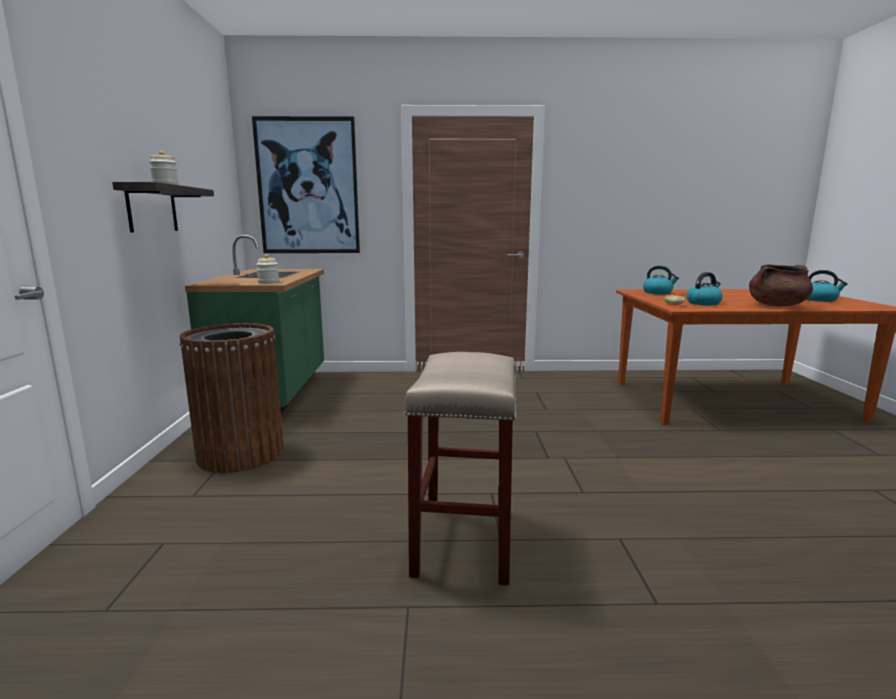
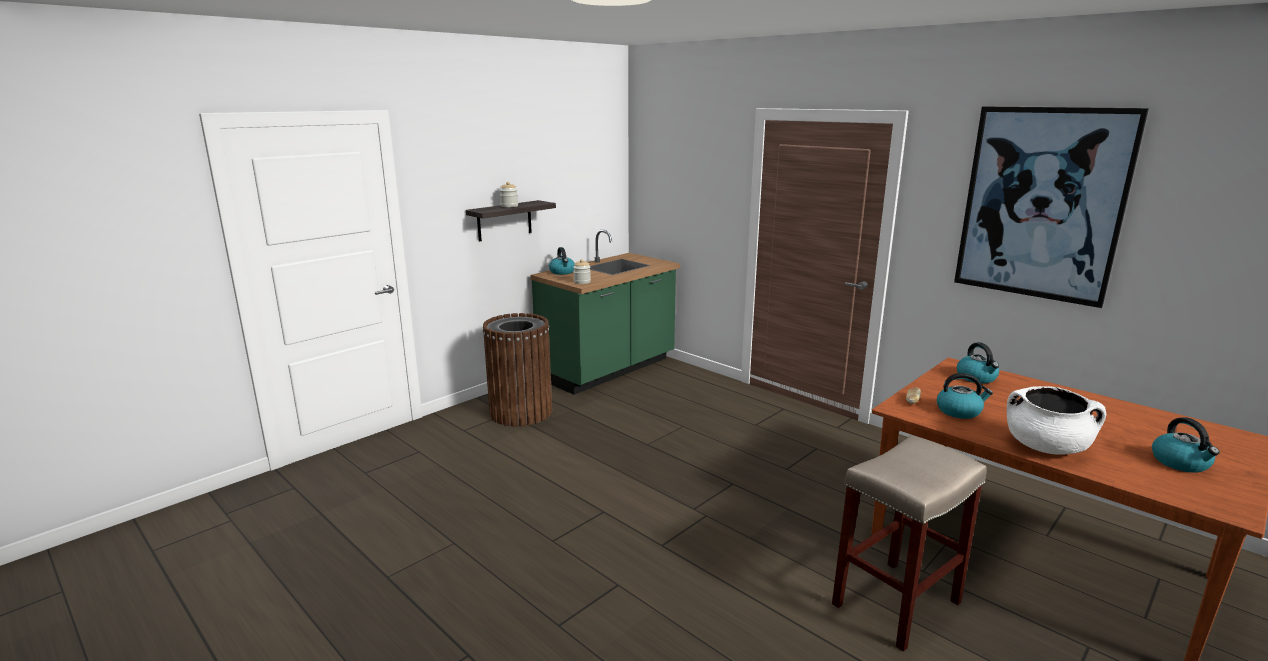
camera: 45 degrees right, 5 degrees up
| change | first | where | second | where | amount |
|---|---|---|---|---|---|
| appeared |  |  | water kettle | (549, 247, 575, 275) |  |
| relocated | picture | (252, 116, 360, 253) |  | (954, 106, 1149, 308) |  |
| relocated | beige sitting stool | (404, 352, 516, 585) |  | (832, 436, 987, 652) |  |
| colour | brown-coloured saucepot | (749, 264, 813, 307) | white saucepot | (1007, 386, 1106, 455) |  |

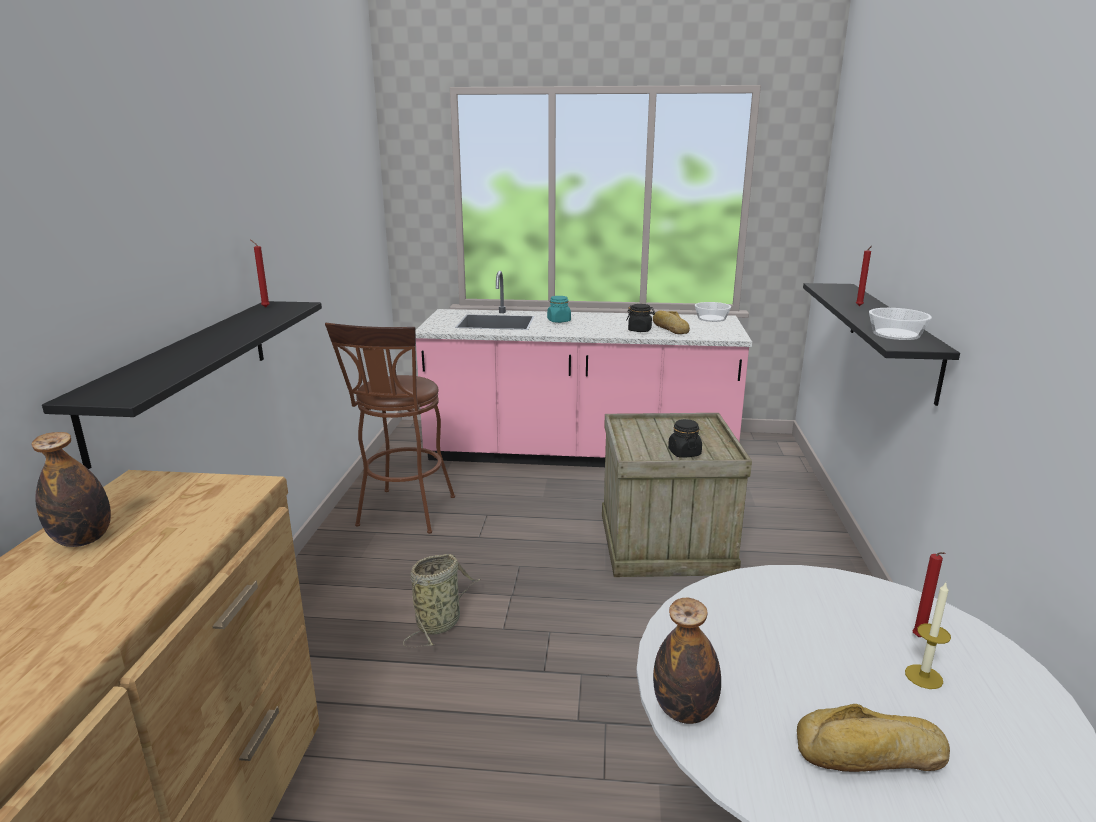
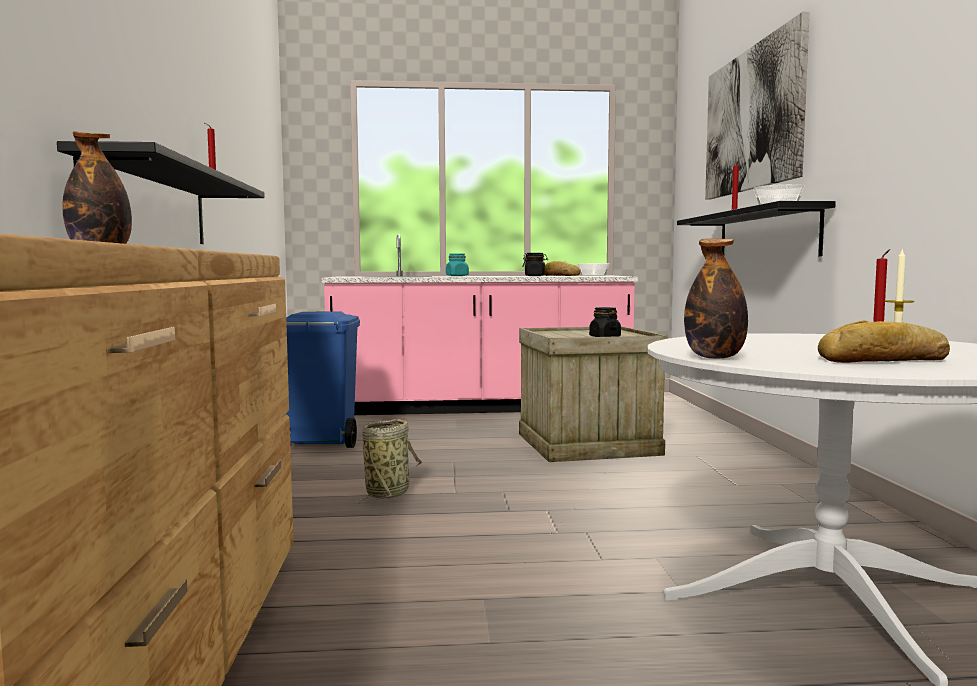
camera: 10 degrees left, 15 degrees down
| change | first | where | second | where | amount |
|---|---|---|---|---|---|
| appeared |  |  | picture | (705, 12, 809, 200) |  |
| exchanged | brown-coloured sitting stool | (325, 323, 455, 534) | bluish trash can | (285, 312, 360, 448) |  |

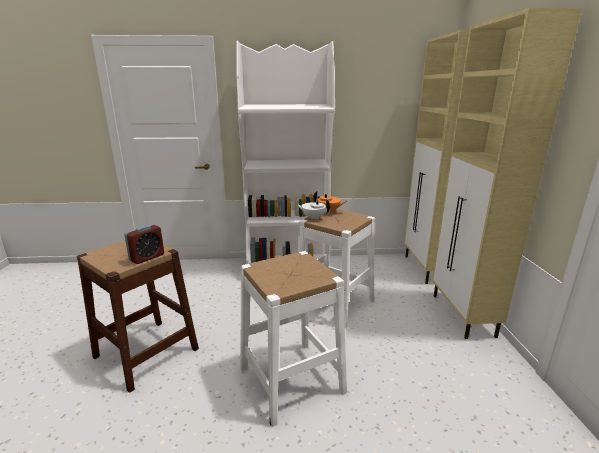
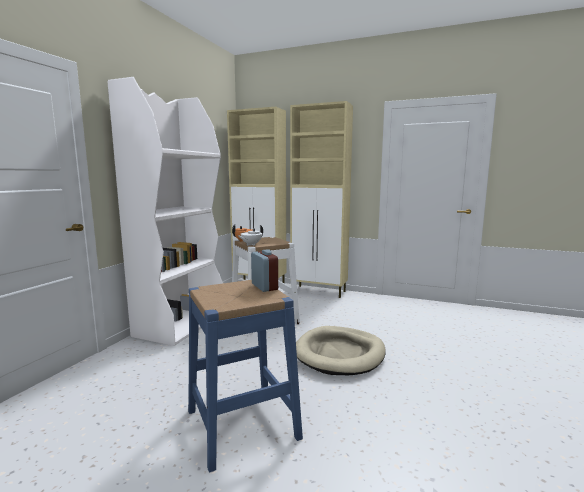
camera: 65 degrees left, 10 degrees down
| change | first | where | second | where | amount |
|---|---|---|---|---|---|
| exchanged | white sitting stool | (240, 251, 347, 427) | beige dog bed | (296, 326, 385, 375) |  |
| colour | brown-coloured sitting stool | (77, 240, 199, 393) | bluish sitting stool | (188, 280, 303, 472) |  |

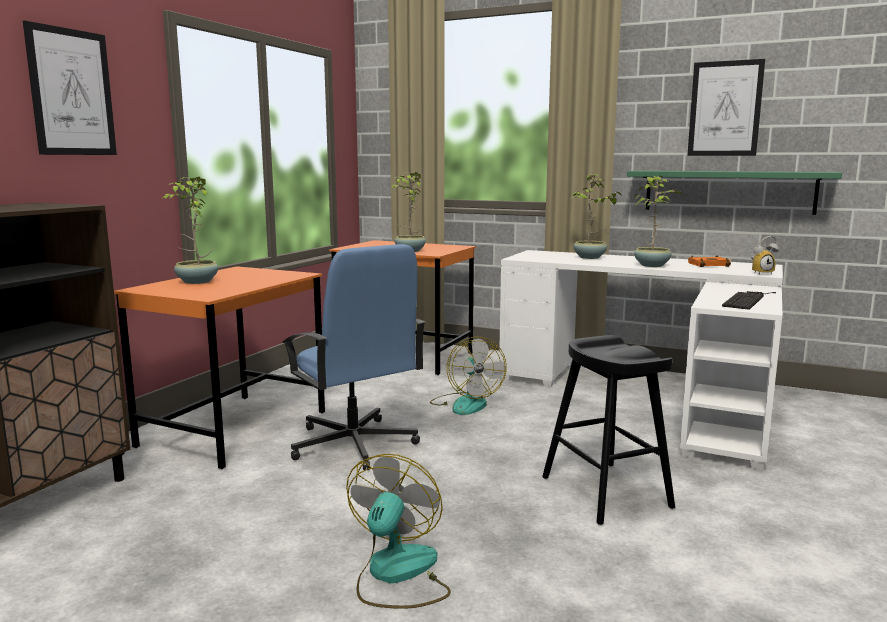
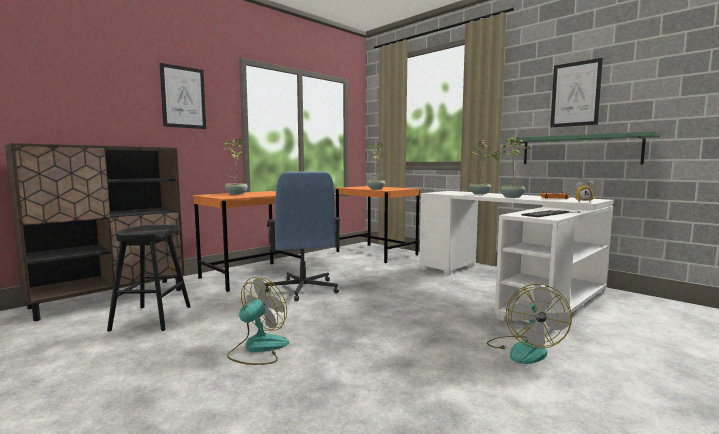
camera: 20 degrees right, 5 degrees down
| change | first | where | second | where | amount |
|---|---|---|---|---|---|
| relocated | electric fan | (430, 337, 506, 415) |  | (487, 284, 572, 364) |  |
| relocated | blackish sitting stool | (542, 335, 675, 525) |  | (107, 225, 191, 332) |  |

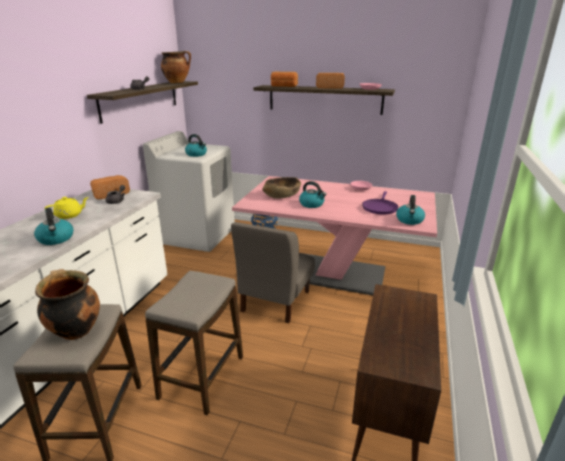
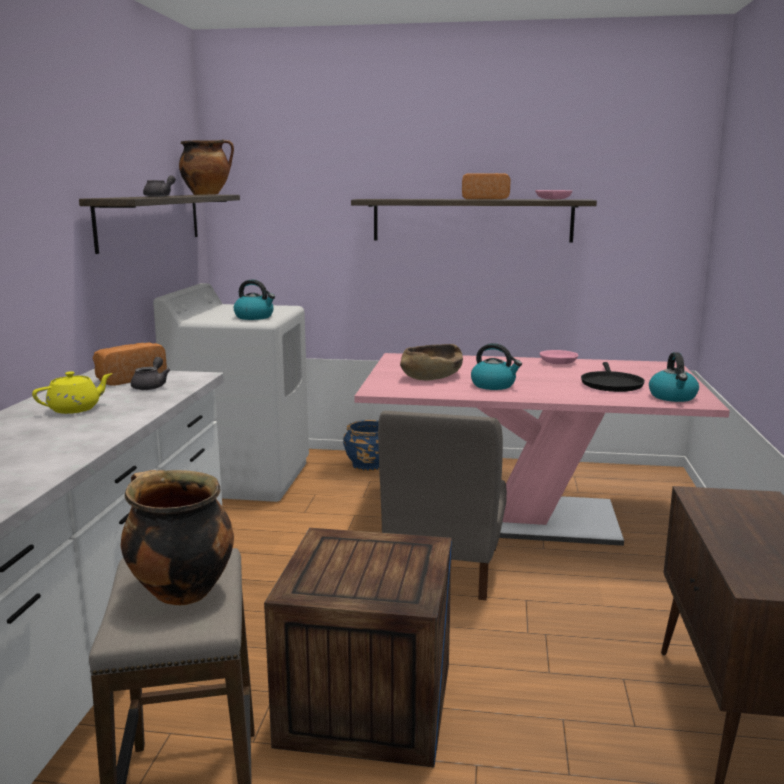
camera: 10 degrees left, 10 degrees down
| change | first | where | second | where | amount |
|---|---|---|---|---|---|
| missing | water kettle | (34, 208, 73, 245) |  |  |  |
| missing | bakery bread | (271, 72, 298, 87) |  |  |  |
| exchanged | sitting stool | (145, 271, 243, 415) | packing crate | (264, 528, 452, 767) |  |
| colour | purple skillet | (362, 191, 398, 215) | blackish skillet | (581, 362, 645, 392) |  |

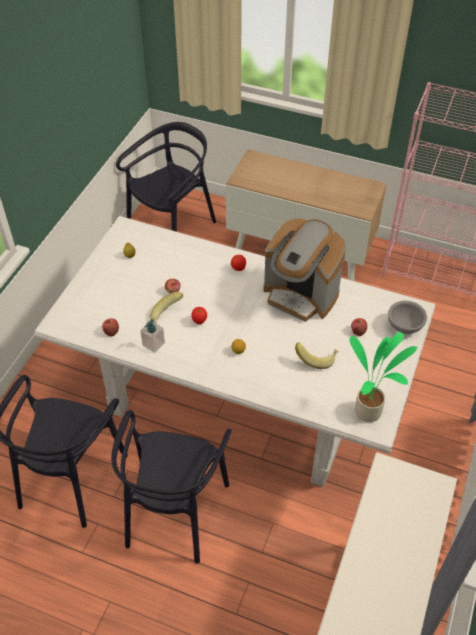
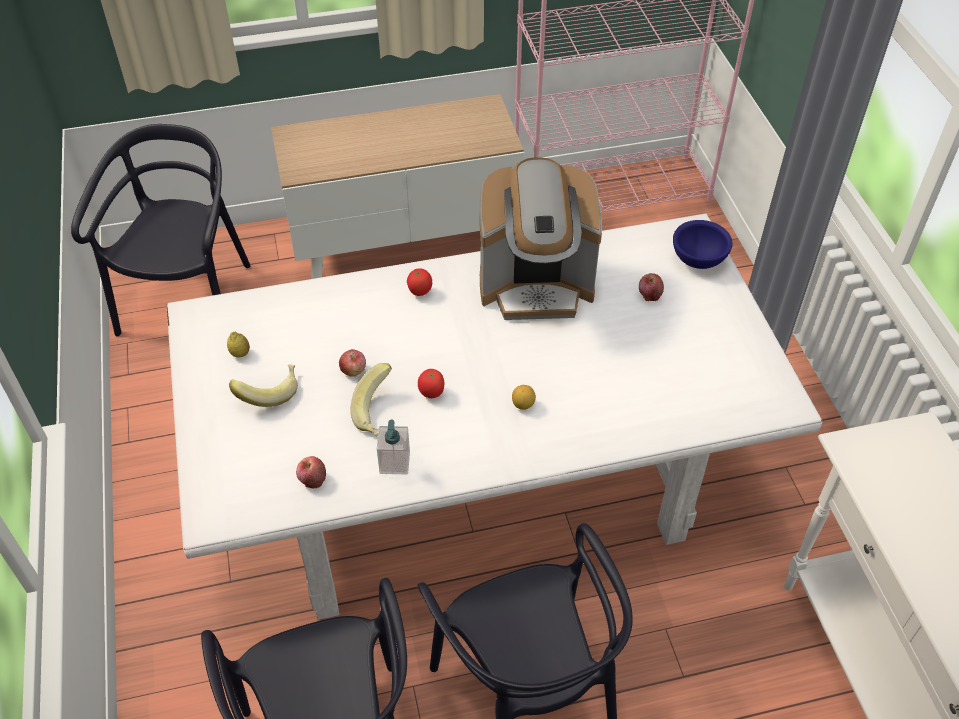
camera: 35 degrees left, 0 degrees up
| change | first | where | second | where | amount |
|---|---|---|---|---|---|
| missing | potted plant | (350, 332, 417, 422) |  |  |  |
| relocated | whole banana | (295, 342, 339, 369) |  | (229, 364, 298, 407) |  |
| colour | greyish serving bowl | (388, 301, 427, 334) | bluish serving bowl | (673, 220, 733, 269) |  |

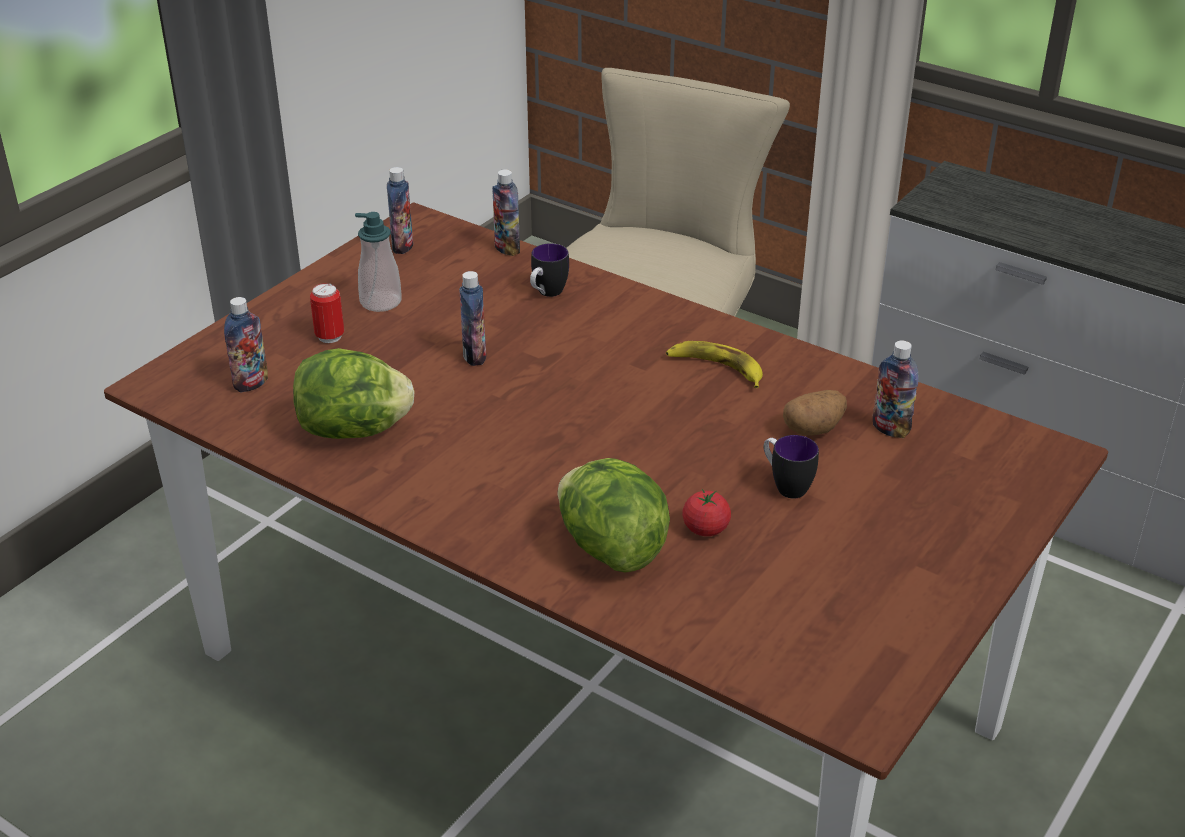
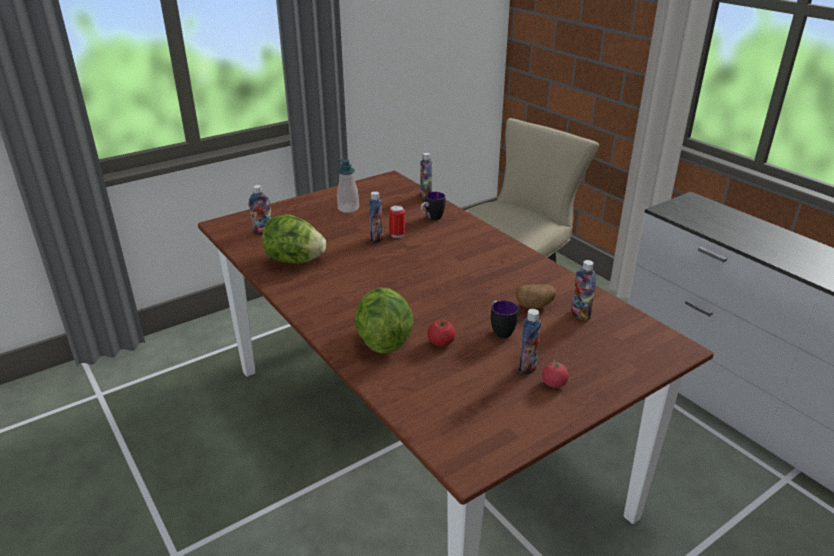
camera: 20 degrees right, 5 degrees down
| change | first | where | second | where | amount |
|---|---|---|---|---|---|
| missing | whole banana | (666, 341, 763, 388) |  |  |  |
| appeared |  |  | tomato | (542, 360, 569, 388) |  |
| relocated | metal can | (310, 283, 344, 343) |  | (389, 205, 405, 238) |  |
| relocated | bottle | (387, 167, 413, 254) |  | (519, 309, 541, 375) |  |

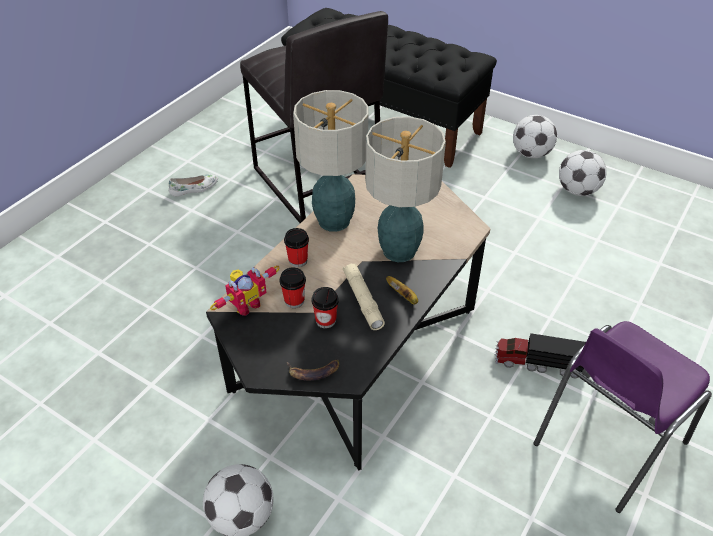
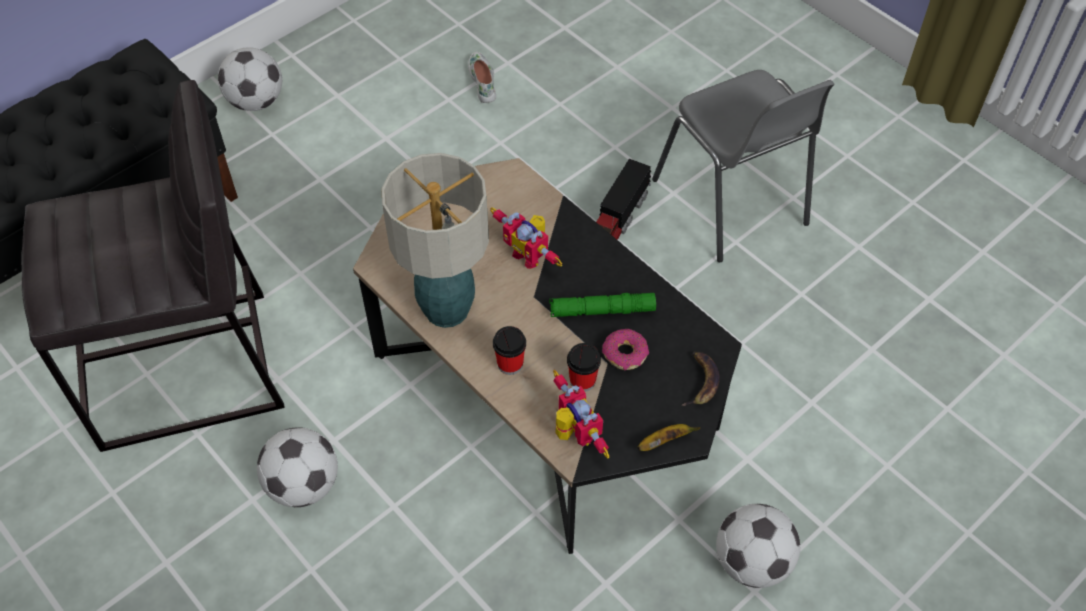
camera: 75 degrees left, 10 degrees up
| change | first | where | second | where | amount |
|---|---|---|---|---|---|
| relocated | white shoe | (169, 174, 218, 197) |  | (468, 52, 496, 103) |  |
| relocated | whole banana | (386, 276, 418, 304) |  | (637, 424, 700, 451) |  |
| relocated | football | (559, 150, 607, 196) |  | (257, 427, 338, 507) |  |
| exchanged | cup | (312, 287, 339, 328) | ring doughnut | (602, 329, 649, 371) |  |
| exchanged | lamp for a table | (365, 116, 446, 262) | toy robot | (490, 208, 562, 269) |  |
| colour | beige hand torch | (343, 263, 385, 330) | green hand torch | (549, 293, 656, 317) |  |
| colour | purple plain chair | (534, 321, 712, 513) | greyish plain chair | (652, 70, 835, 262) |  |

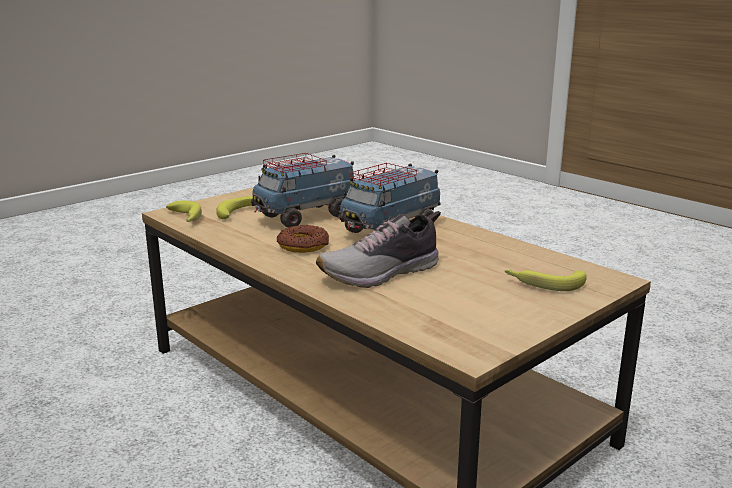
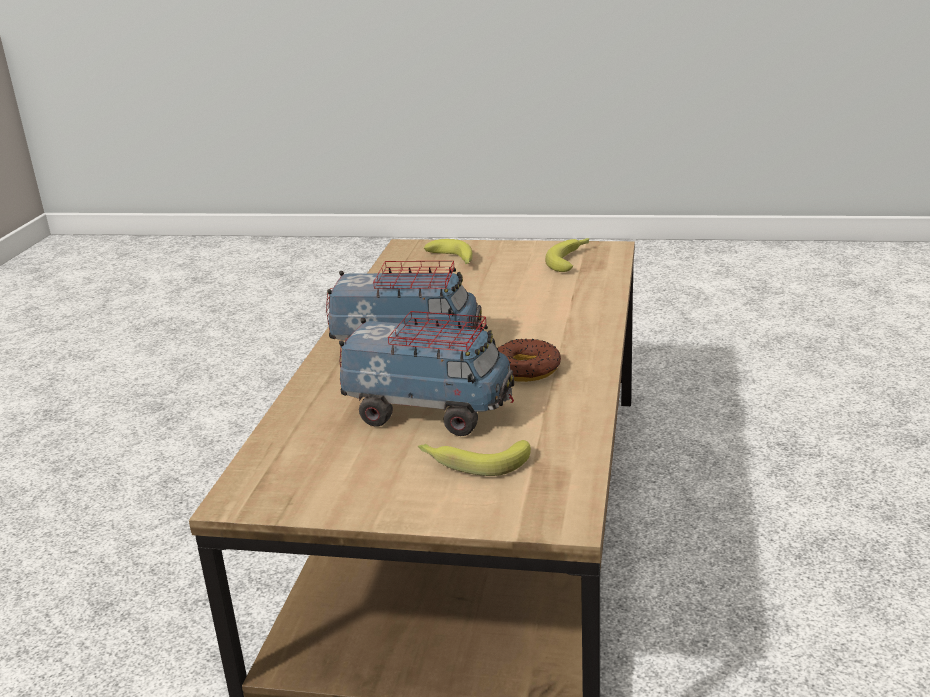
camera: 125 degrees left, 5 degrees up
| change | first | where | second | where | amount |
|---|---|---|---|---|---|
| missing | shoe | (316, 211, 441, 288) |  |  |  |
| relocated | whole banana | (166, 200, 202, 222) |  | (545, 238, 589, 272) |  |

